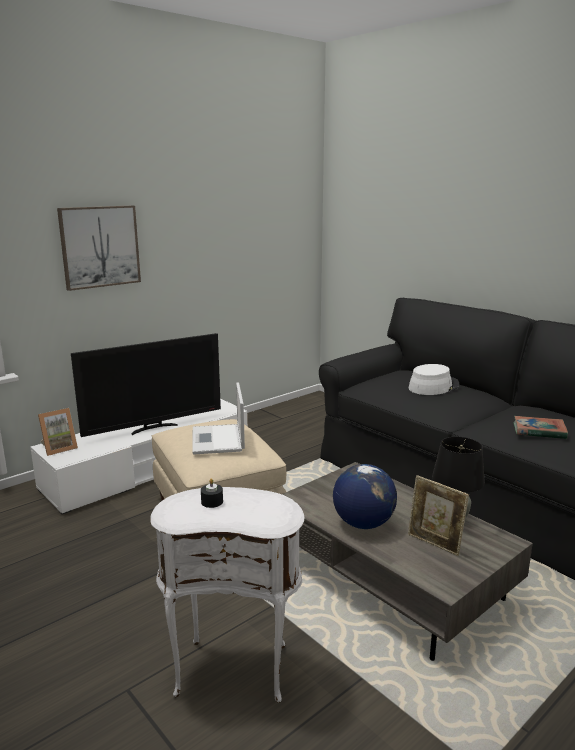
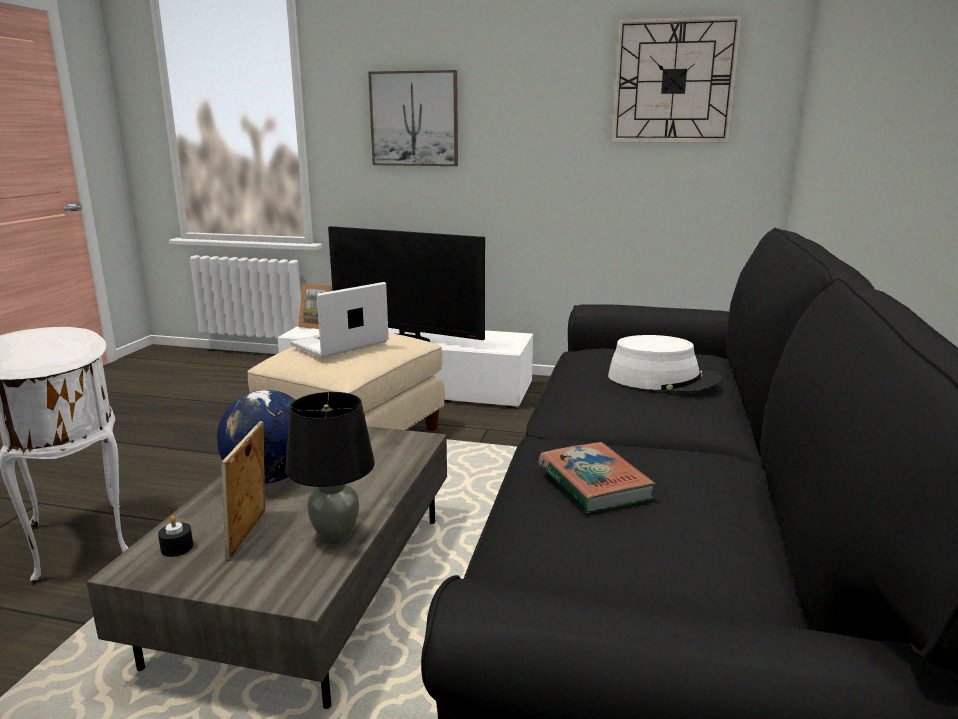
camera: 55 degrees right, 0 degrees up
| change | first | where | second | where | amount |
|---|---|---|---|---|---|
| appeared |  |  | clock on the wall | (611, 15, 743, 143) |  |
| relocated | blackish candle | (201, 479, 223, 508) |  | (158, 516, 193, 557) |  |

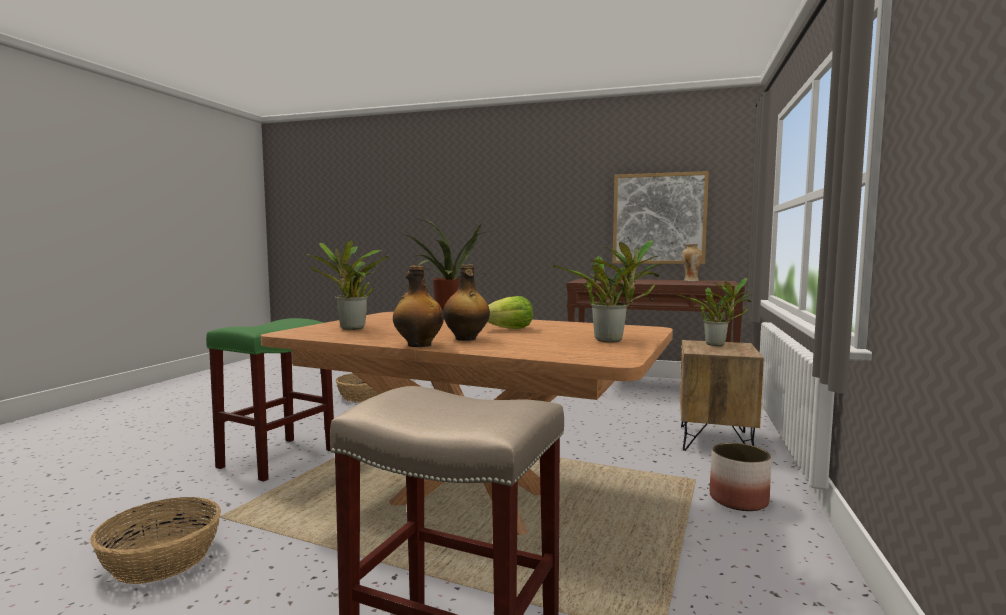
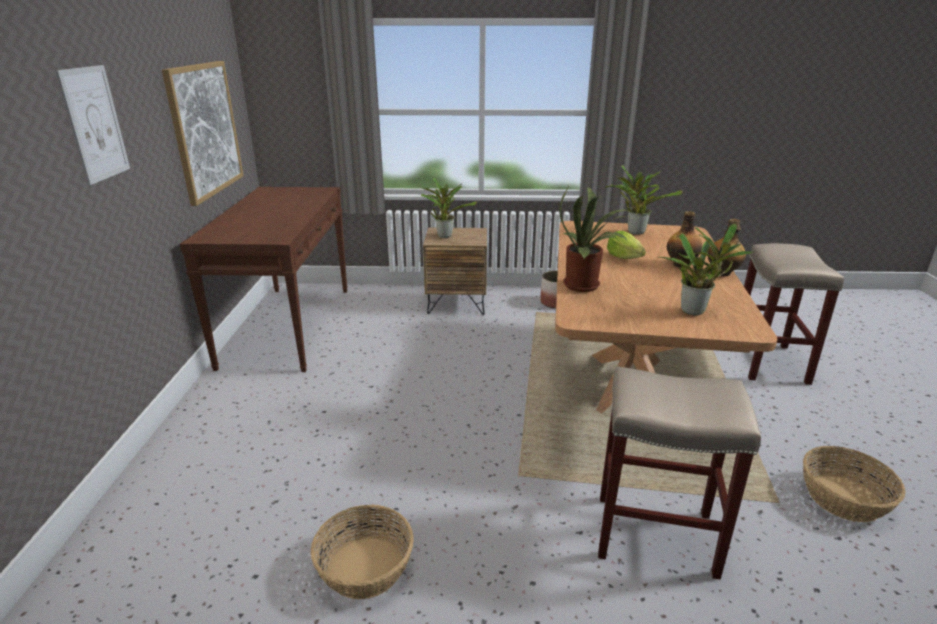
camera: 105 degrees left, 20 degrees up
| change | first | where | second | where | amount |
|---|---|---|---|---|---|
| missing | vase | (681, 244, 702, 282) |  |  |  |
| appeared |  |  | picture | (56, 65, 130, 185) |  |
| colour | green sitting stool | (206, 318, 334, 482) | beige sitting stool | (598, 366, 761, 579) |  |

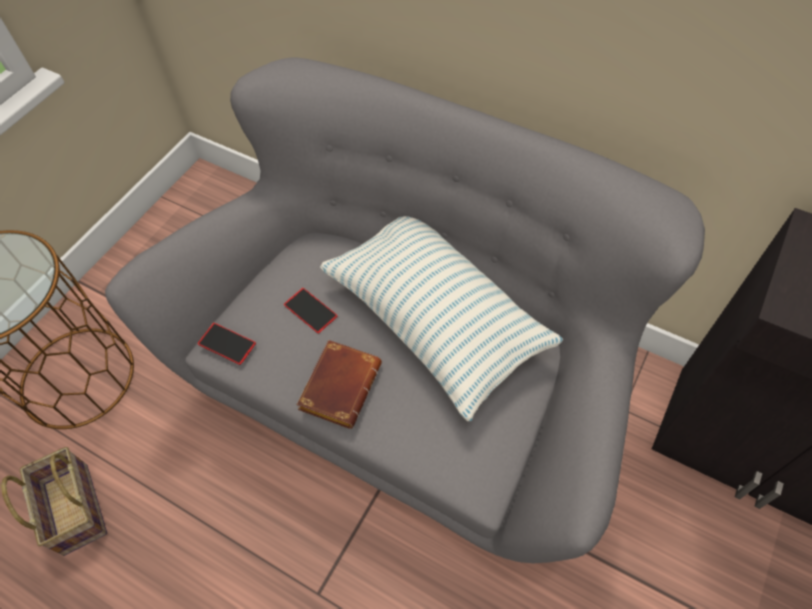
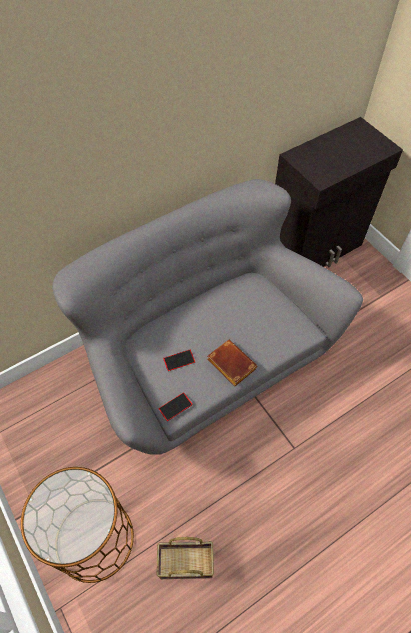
camera: 65 degrees left, 0 degrees up
| change | first | where | second | where | amount |
|---|---|---|---|---|---|
| missing | pillow | (320, 216, 564, 421) |  |  |  |

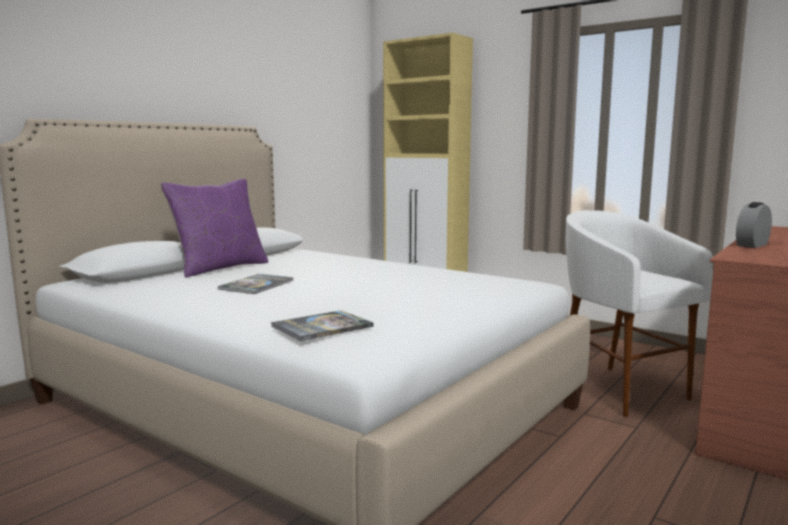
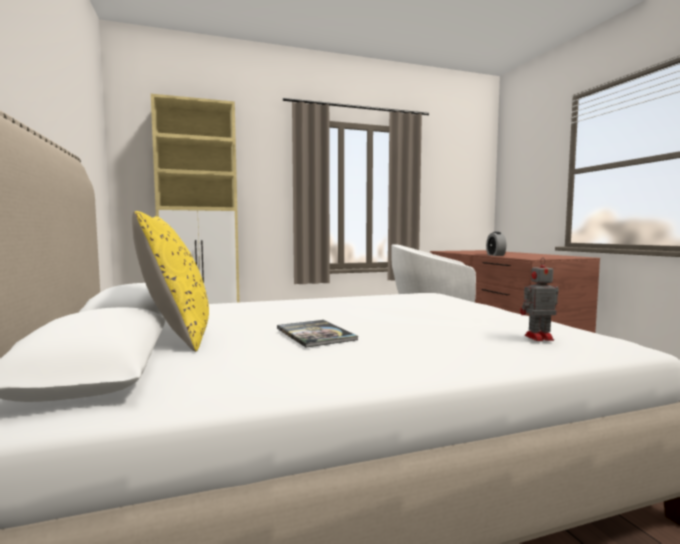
camera: 55 degrees left, 5 degrees down
| change | first | where | second | where | amount |
|---|---|---|---|---|---|
| exchanged | book | (271, 310, 373, 341) | toy robot | (520, 259, 559, 341) |  |
| colour | purple pillow | (161, 179, 268, 277) | yellow pillow | (132, 211, 209, 352) |  |

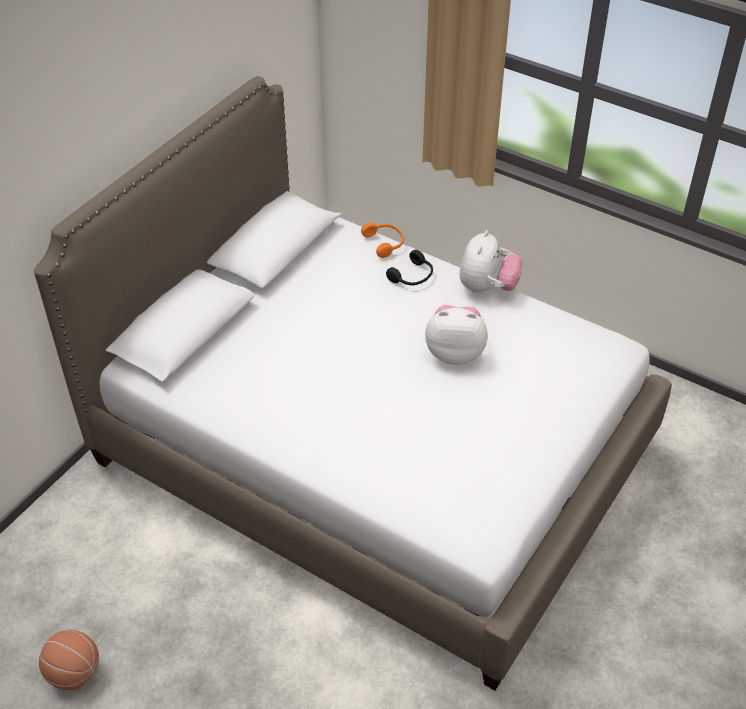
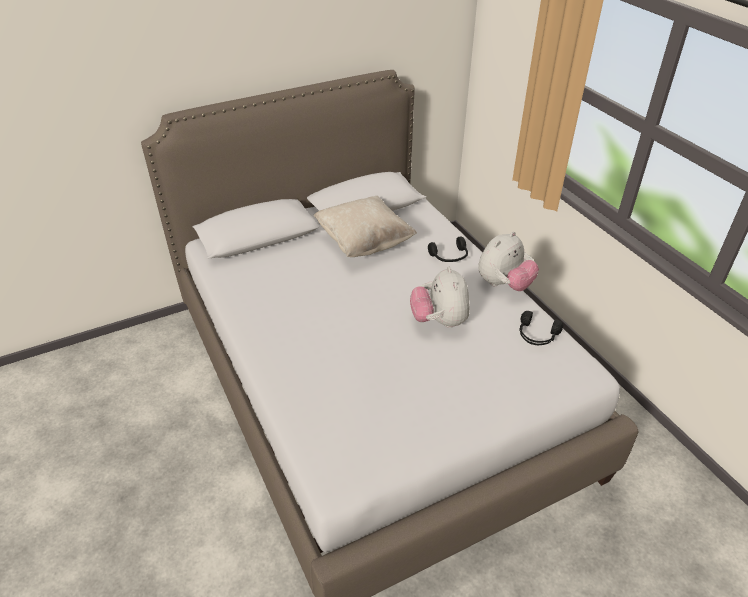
camera: 30 degrees right, 5 degrees down
| change | first | where | second | where | amount |
|---|---|---|---|---|---|
| missing | basketball | (39, 630, 99, 690) |  |  |  |
| missing | orangey headphones | (361, 222, 404, 258) |  |  |  |
| appeared |  |  | beige pillow | (314, 196, 417, 257) |  |
| appeared |  |  | blackish headphones | (519, 311, 563, 345) |  |
| spun | cuddly toy | (425, 305, 488, 365) |  | (410, 267, 470, 328) | 135 degrees counterclockwise |

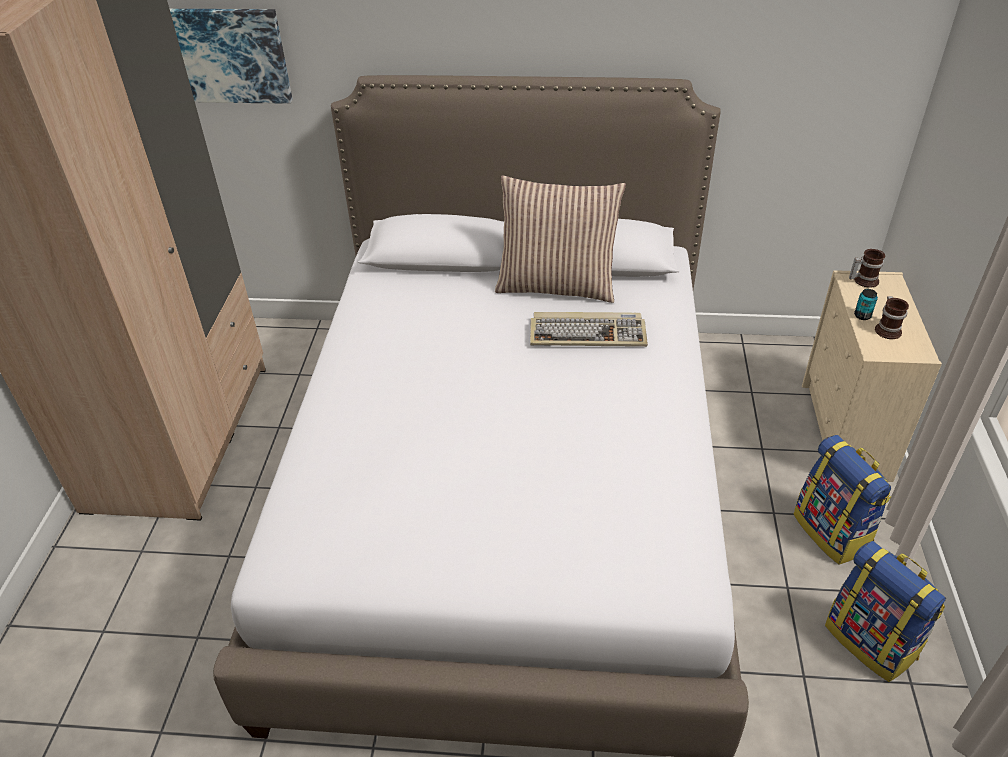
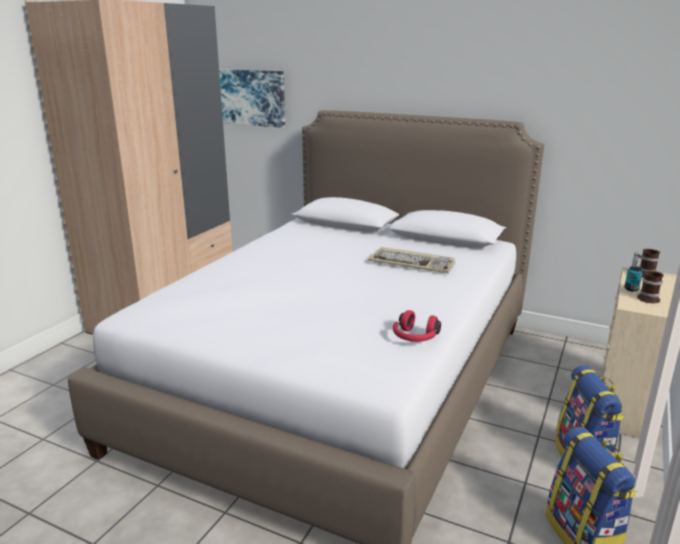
camera: 20 degrees right, 20 degrees down
| change | first | where | second | where | amount |
|---|---|---|---|---|---|
| missing | pillow | (495, 175, 626, 303) |  |  |  |
| appeared |  |  | red headphones | (393, 310, 441, 342) |  |

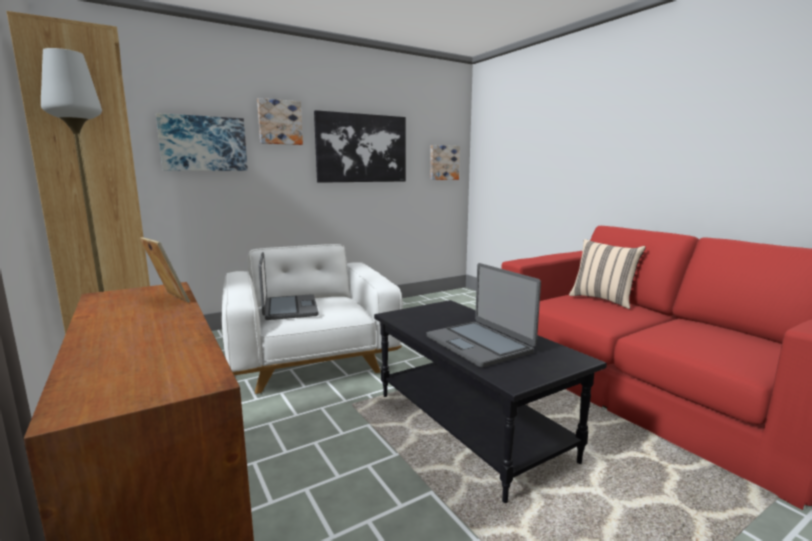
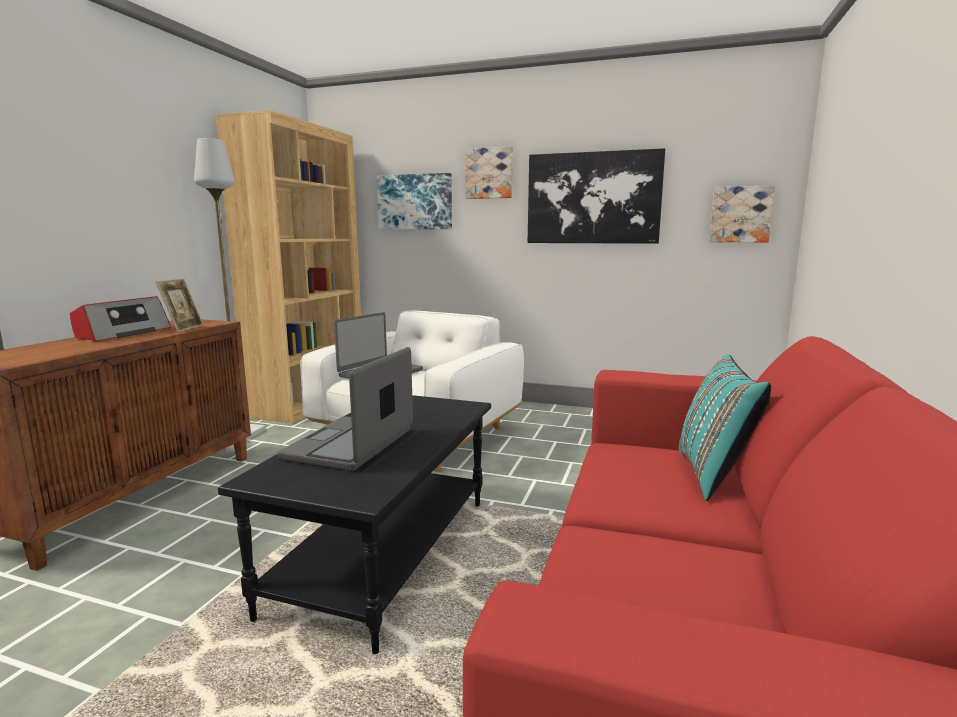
camera: 50 degrees right, 0 degrees up
| change | first | where | second | where | amount |
|---|---|---|---|---|---|
| appeared |  |  | radio | (70, 296, 171, 341) |  |
| colour | beige pillow | (569, 239, 646, 309) | turquoise-coloured pillow | (679, 354, 771, 501) |  |

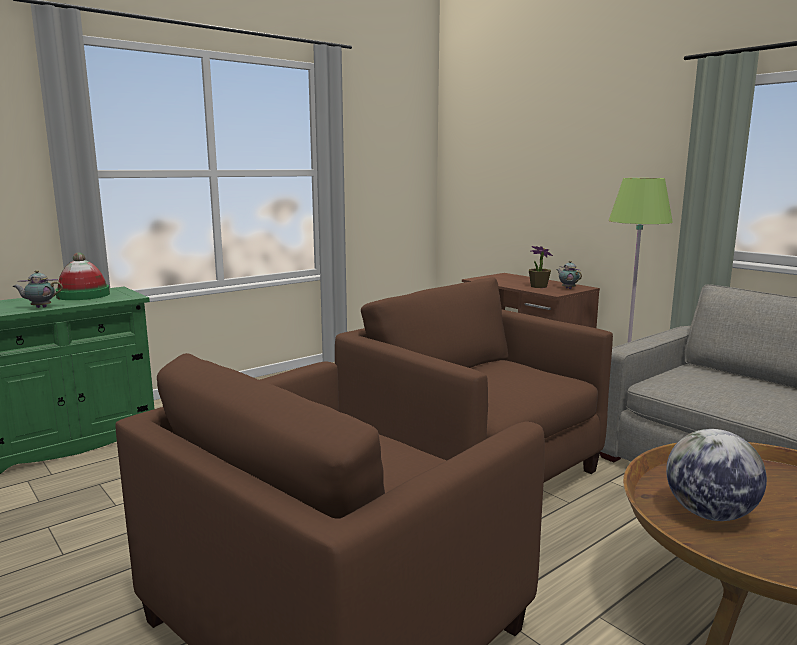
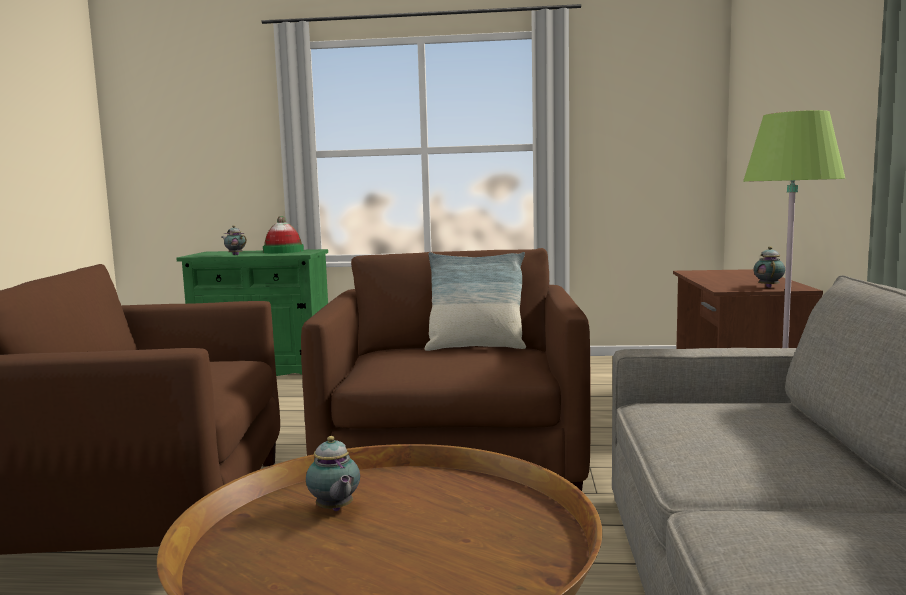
camera: 45 degrees right, 5 degrees down
| change | first | where | second | where | amount |
|---|---|---|---|---|---|
| missing | potted plant | (529, 246, 553, 288) |  |  |  |
| appeared |  |  | pillow | (424, 252, 526, 351) |  |
| exchanged | world globe | (666, 429, 767, 521) | pot for tea | (306, 436, 360, 511) |  |

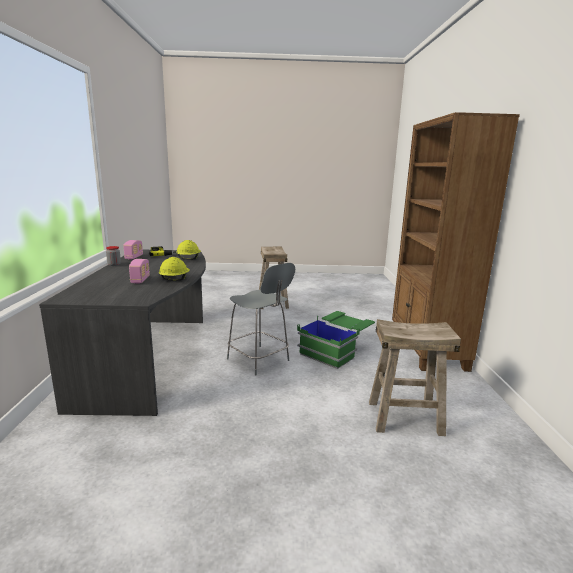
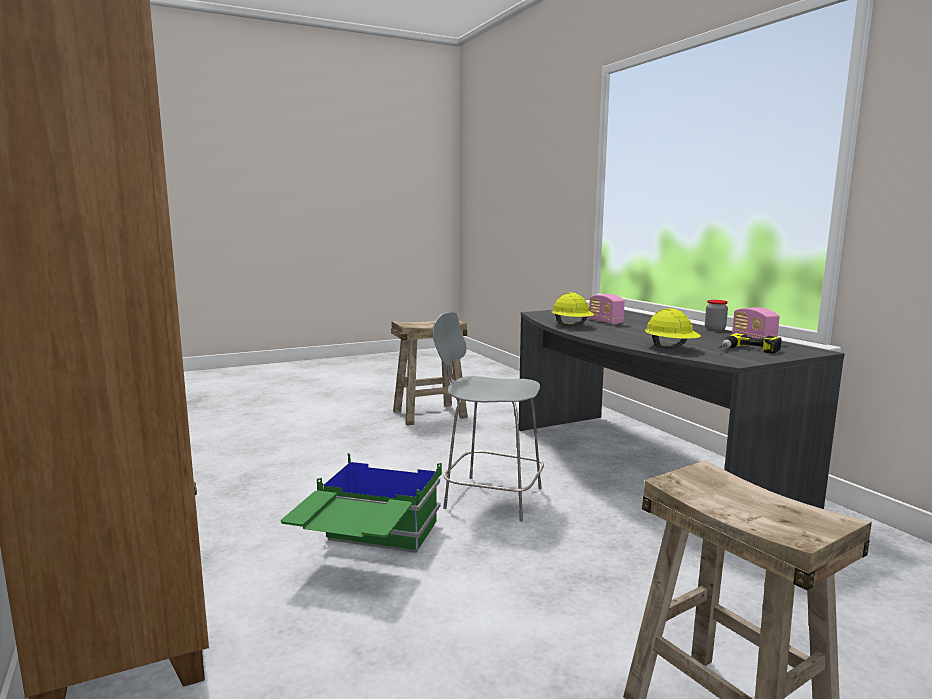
camera: 155 degrees right, 5 degrees down
| change | first | where | second | where | amount |
|---|---|---|---|---|---|
| relocated | beige sitting stool | (369, 319, 461, 436) |  | (391, 320, 468, 426) |  |

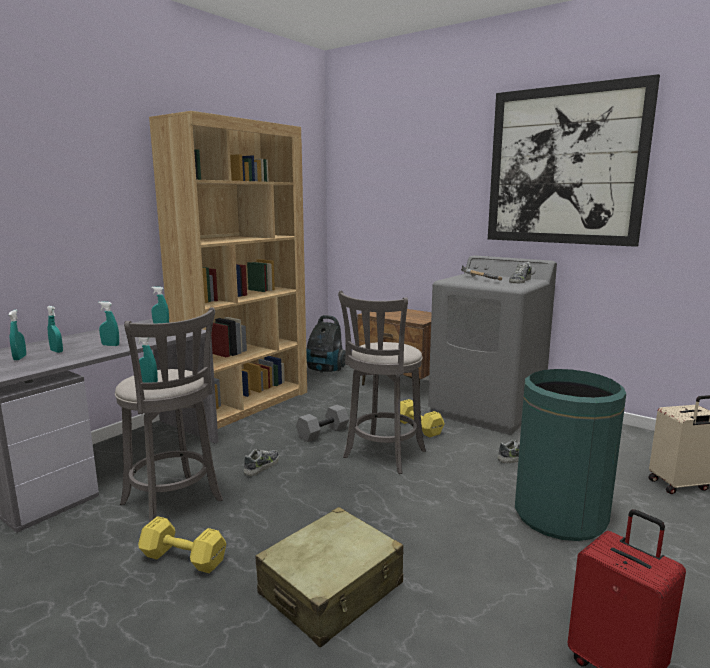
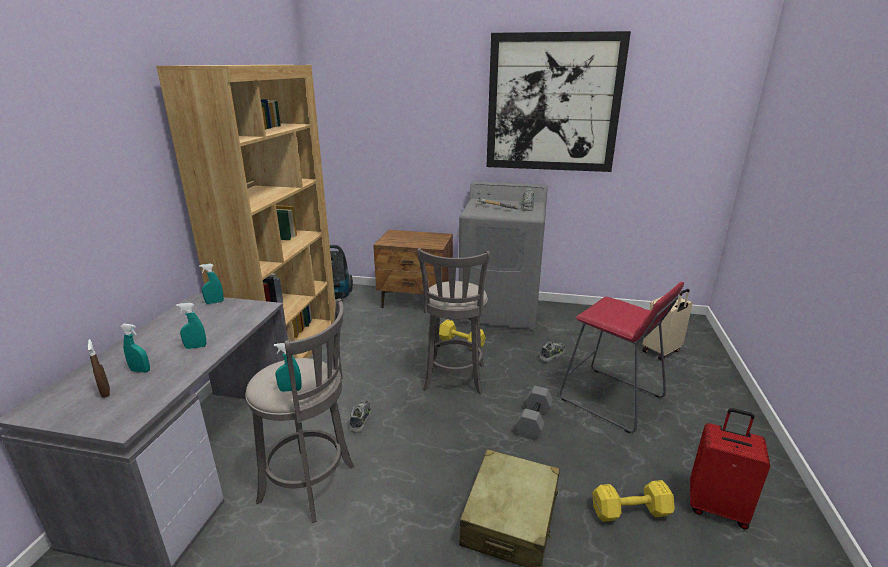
camera: 25 degrees left, 10 degrees up
| change | first | where | second | where | amount |
|---|---|---|---|---|---|
| relocated | yellow free weight | (138, 516, 226, 573) |  | (592, 480, 675, 522) |  |
| relocated | greyish free weight | (296, 404, 349, 442) |  | (515, 386, 553, 440) |  |
| exchanged | green trash can | (515, 369, 626, 541) | red sitting stool | (560, 282, 684, 433) |  |
| colour | turquoise-coloured spray bottle | (8, 309, 26, 360) | brown-coloured spray bottle | (88, 339, 110, 398) |  |

